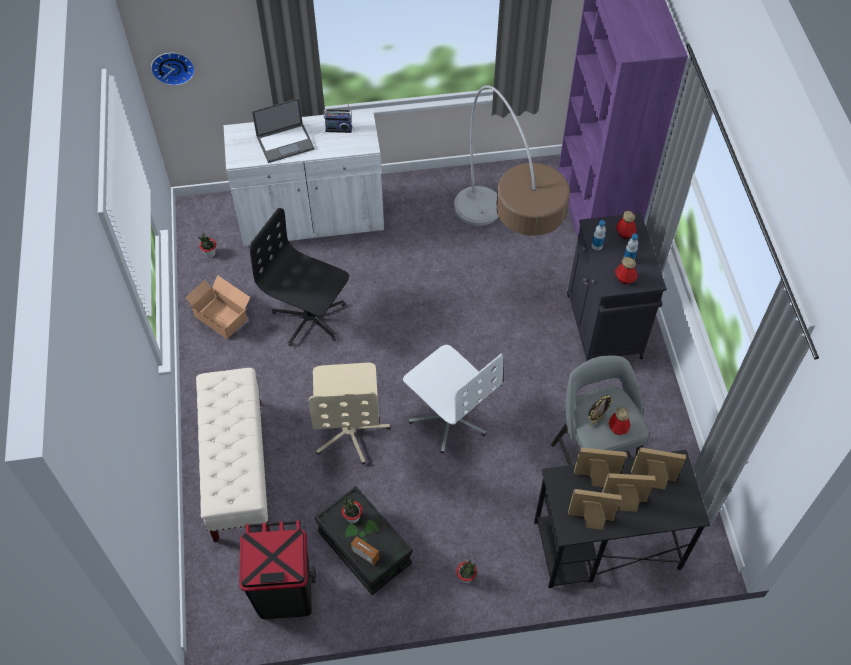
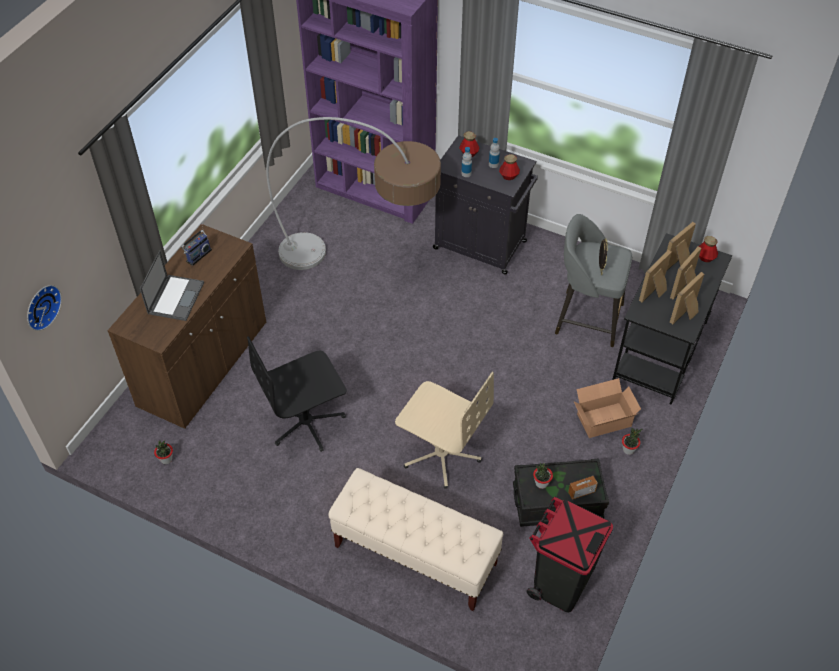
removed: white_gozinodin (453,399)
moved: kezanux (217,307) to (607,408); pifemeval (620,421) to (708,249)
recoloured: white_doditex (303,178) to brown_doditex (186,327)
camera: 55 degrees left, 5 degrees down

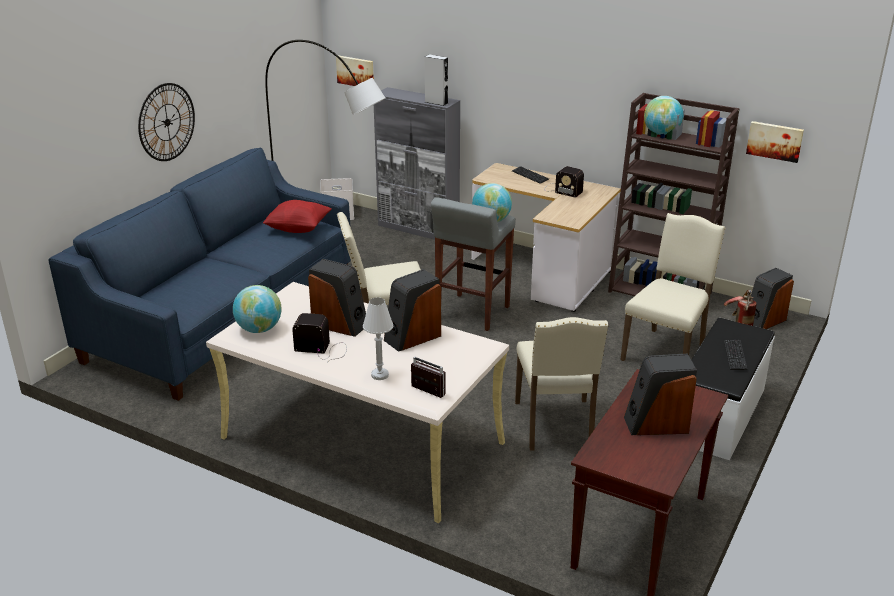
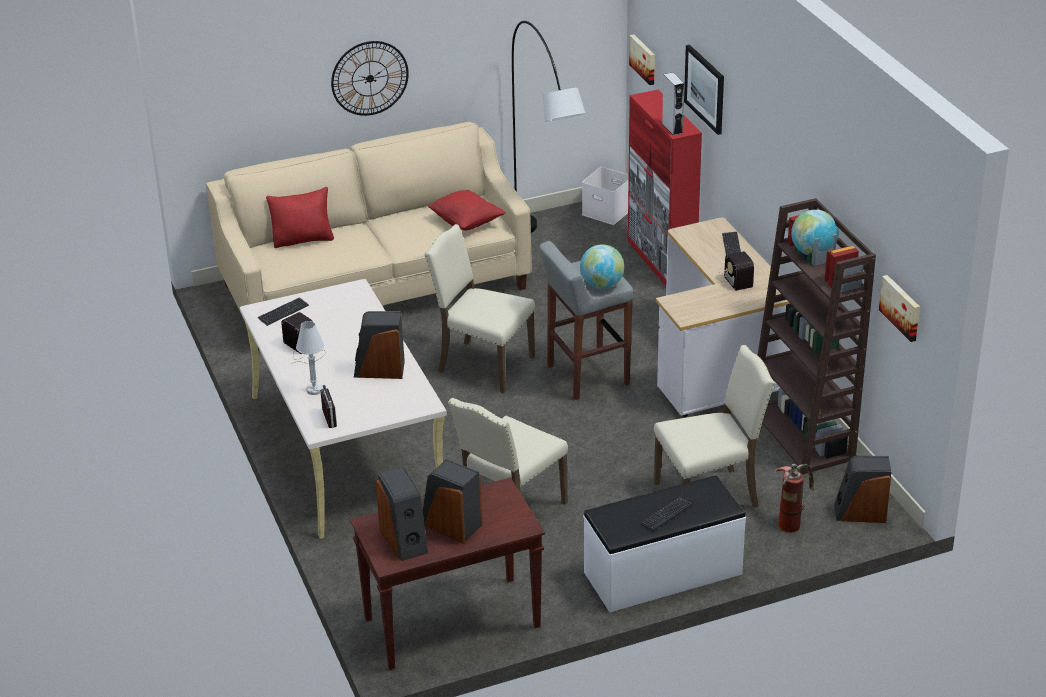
added: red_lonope (300,217); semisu (704,90)
moved: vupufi (337,298) to (402,514)
replaced: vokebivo (257,309) to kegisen (283,311)
recoloured: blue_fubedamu (199,274) to beige_fubedamu (369,236); grey_doditex (417,163) to red_doditex (665,188)
camera: 40 degrees right, 5 degrees up

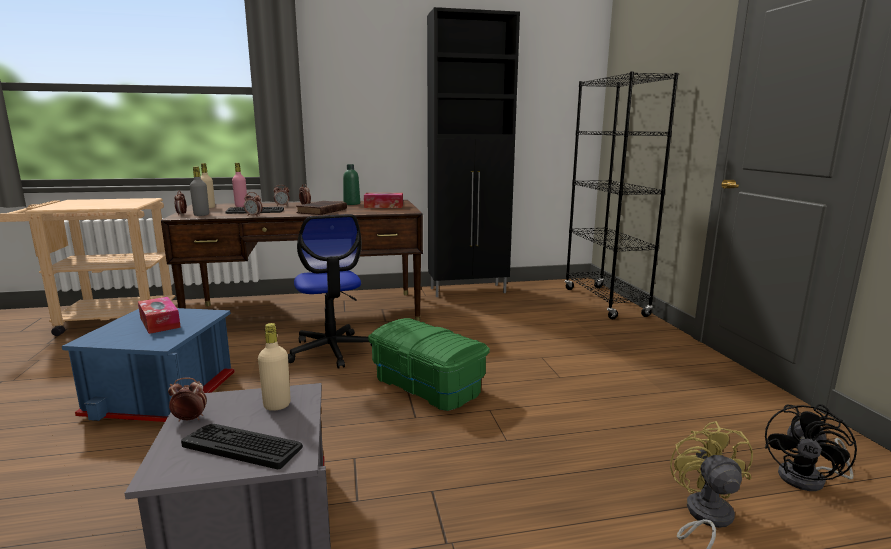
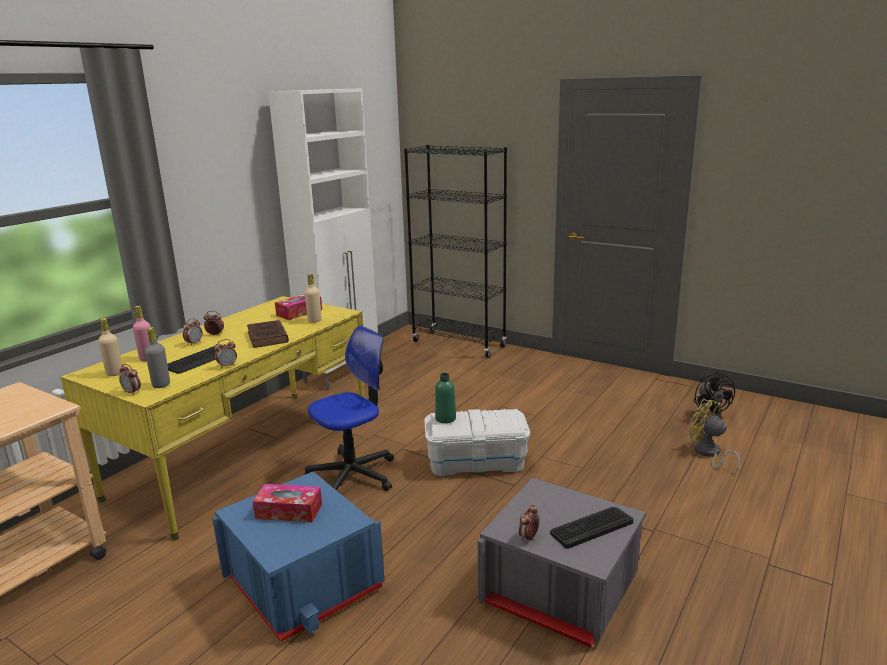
moved: beige_pifemeval (274,367) to (313,298); green_pifemeval (351,184) to (445,398)
recoloured: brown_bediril (292,260) to yellow_bediril (212,418); black_doditex (473,152) to white_doditex (323,239); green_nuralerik (429,364) to white_nuralerik (477,442)
turned: gozinodin (330,291) = (349,408) 60 degrees counterclockwise
camera: 45 degrees left, 5 degrees up

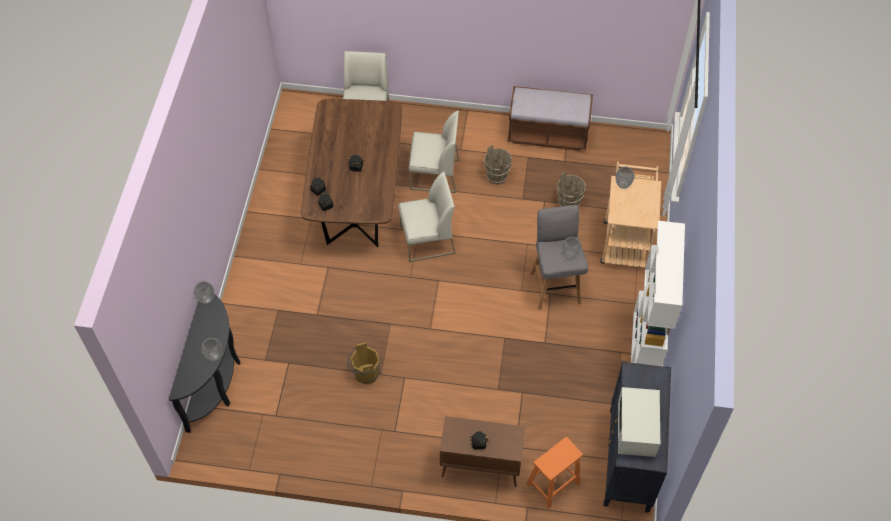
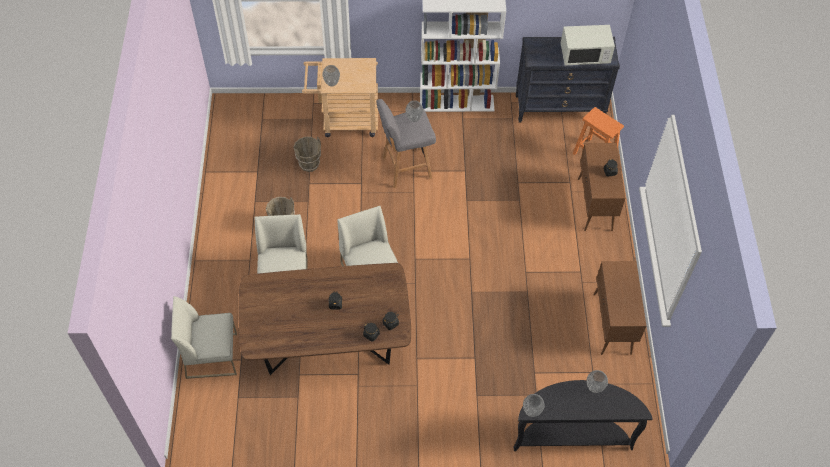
removed: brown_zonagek (364,363); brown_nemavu (550,118)
added: brown_doditex (619,308)
camera: 100 degrees left, 0 degrees up

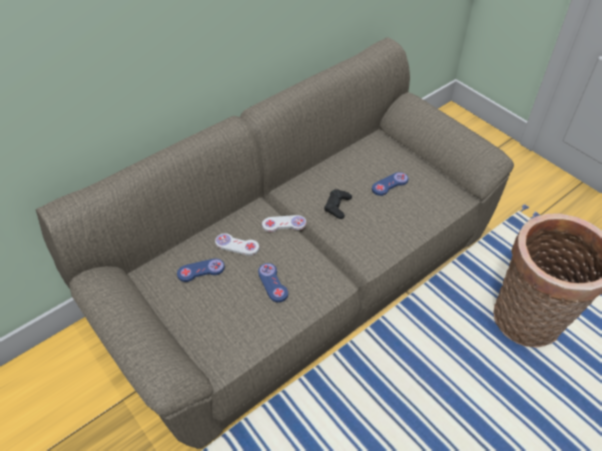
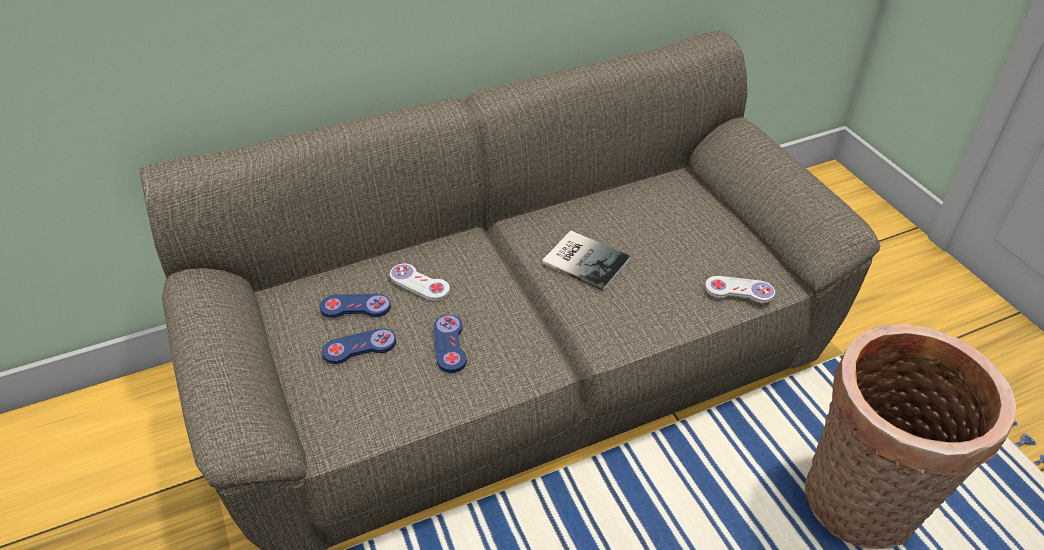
moved: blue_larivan (390,184) to (359,346); white_larivan (284,223) to (740,289)
replaced: black_larivan (338,204) to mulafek (586,260)
camera: 15 degrees right, 5 degrees down

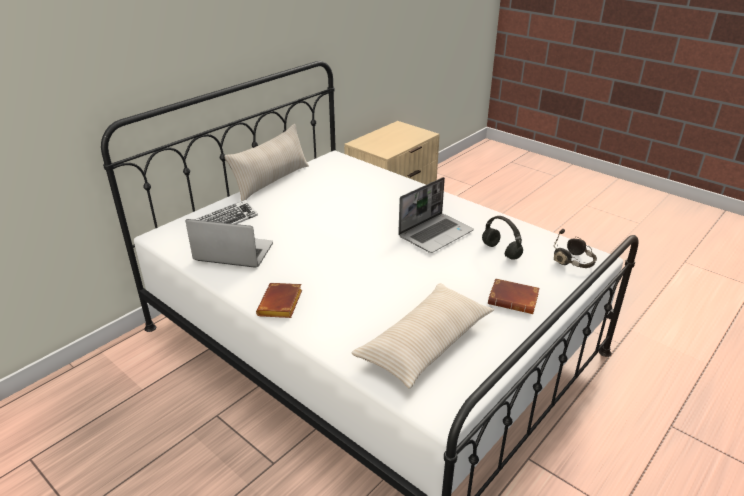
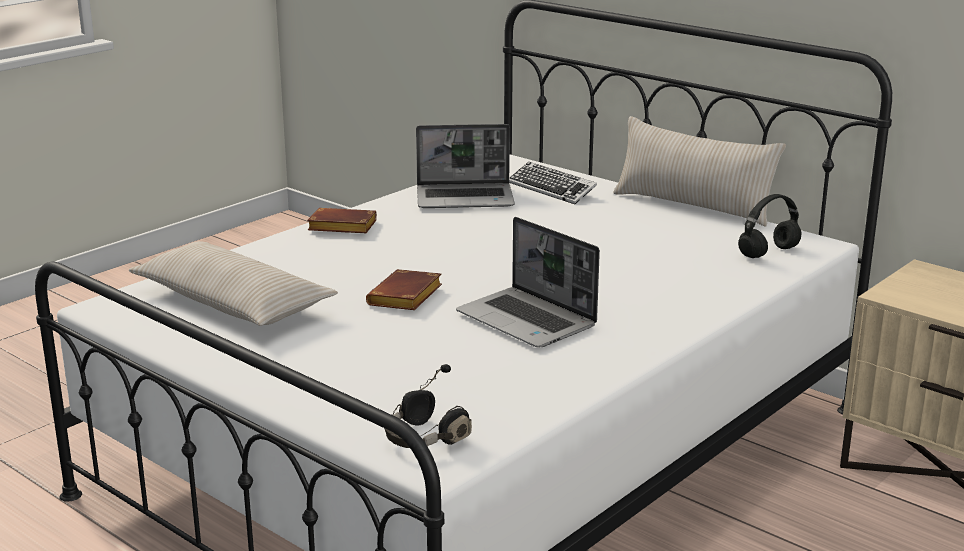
moved: brown_mulafek (514,296) to (404,289); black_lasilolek (502,237) to (769,226)
turned: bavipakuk (229,243) = (465,166) 75 degrees clockwise
camera: 90 degrees right, 10 degrees down

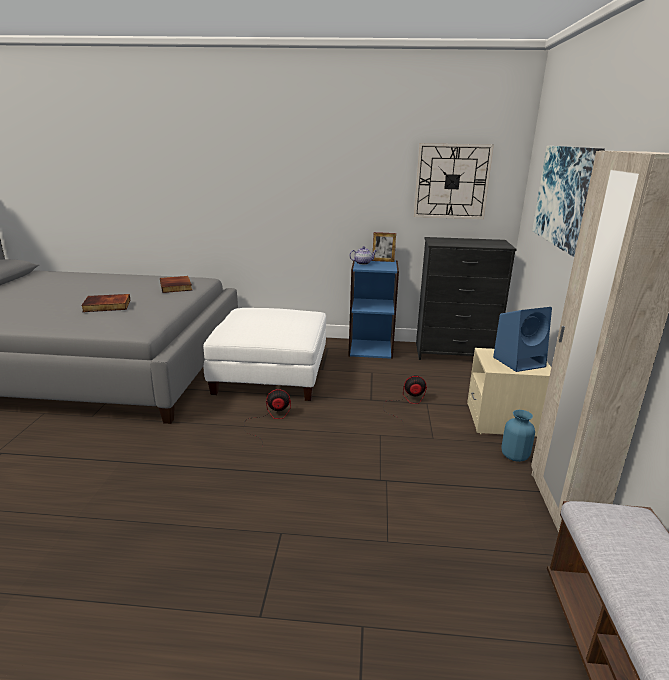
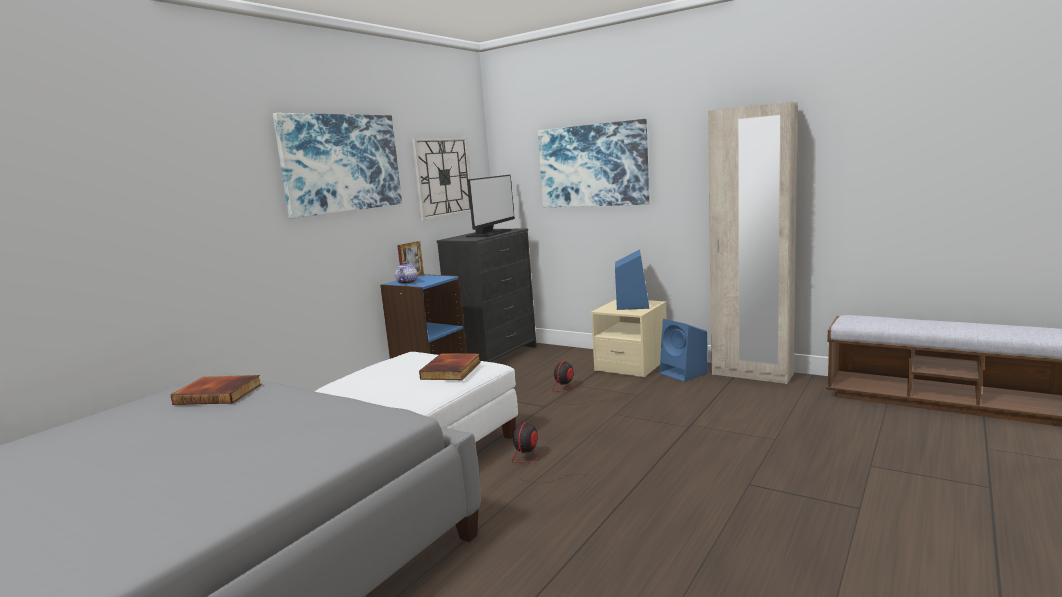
added: semisu (337,165); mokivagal (490,206)
moved: mulafek (105,303) to (450,366)
replaced: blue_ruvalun (518,436) to blue_vupufi (684,350)
camera: 60 degrees left, 10 degrees down

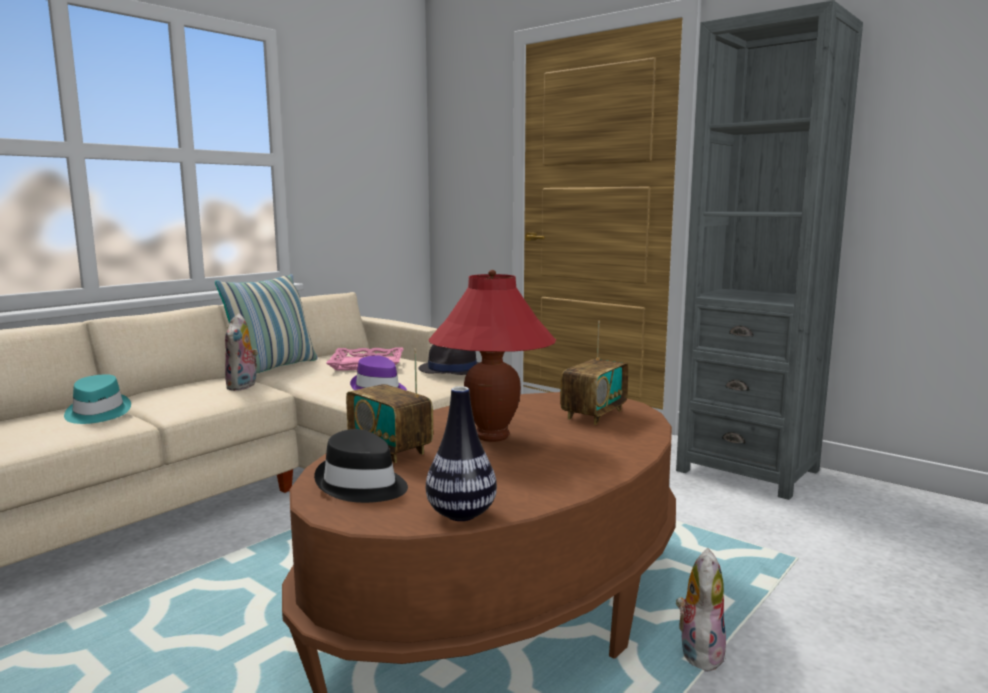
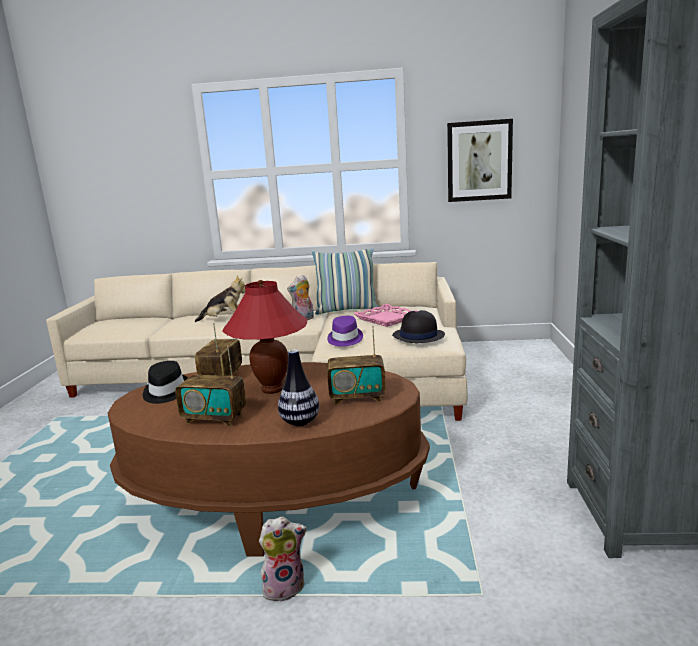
added: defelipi (210,386); semisu (480,160)
moved: ruvalun (461,453) to (298,387)
replaced: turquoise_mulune (97,399) to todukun (220,298)
camera: 55 degrees right, 5 degrees up

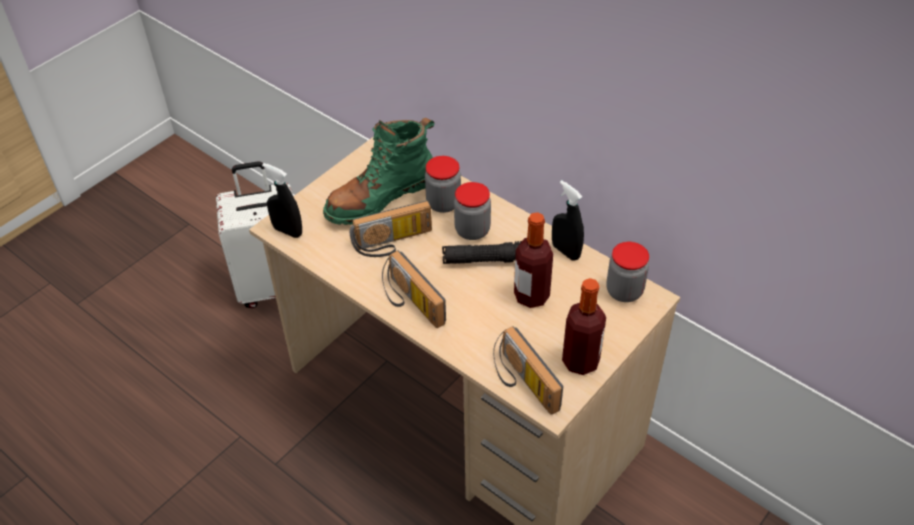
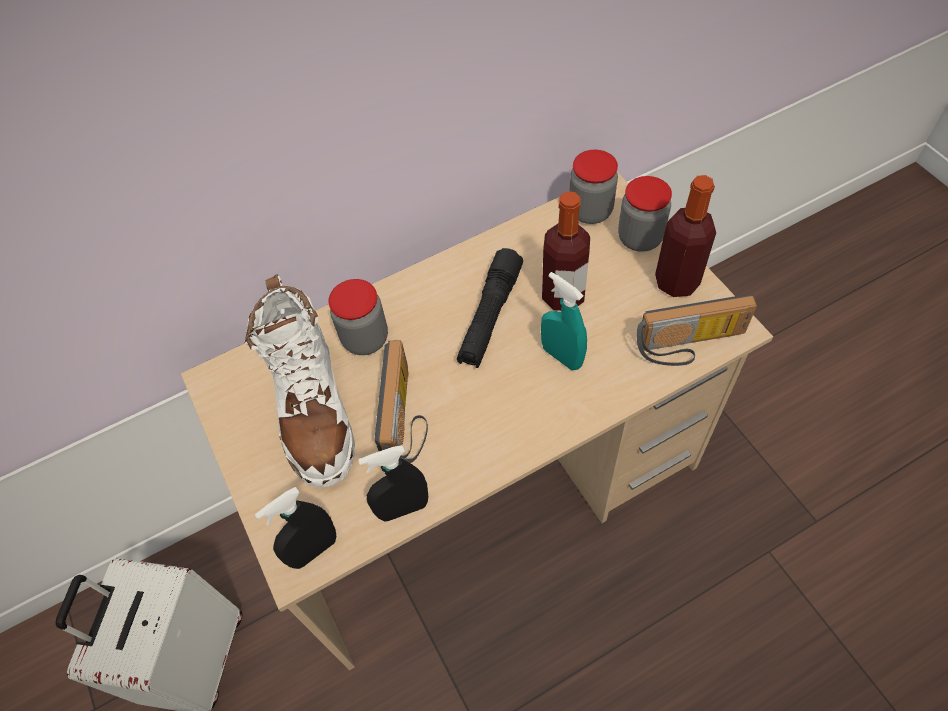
removed: defelipi (414,289)
added: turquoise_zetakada (564,321)
moved: black_zetakada (568,220) to (393,483); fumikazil (472,211) to (645,214)
recoloured: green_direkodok (379,171) to white_direkodok (300,380)
camera: 65 degrees left, 10 degrees up

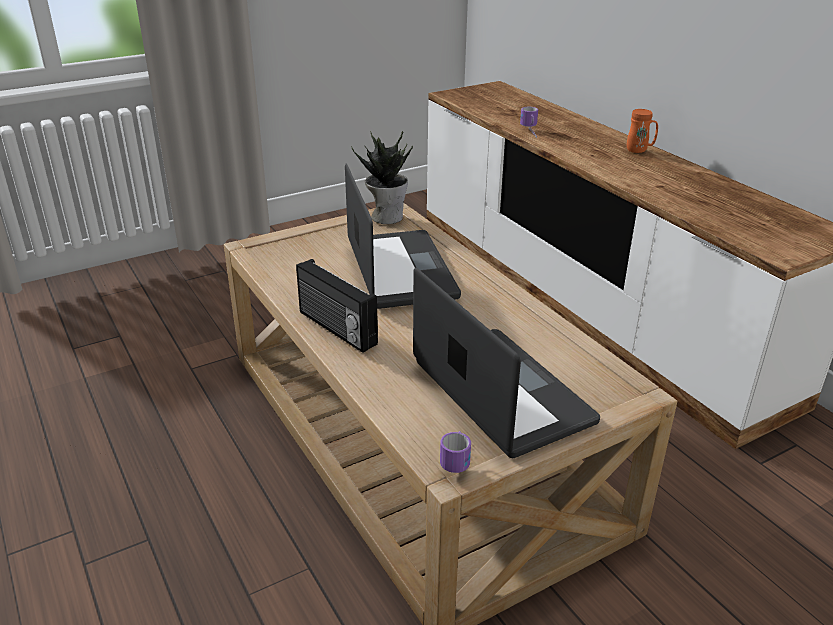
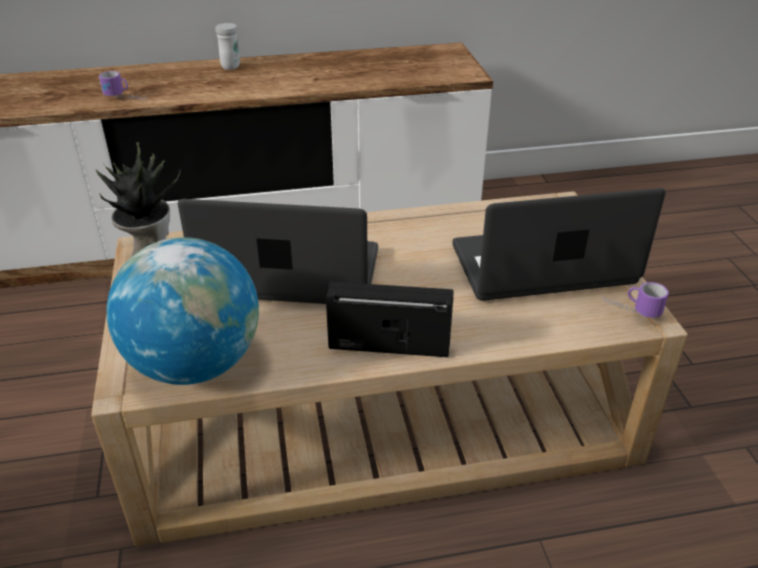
added: vokebivo (183,311)
recoloured: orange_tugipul (642,131) to white_tugipul (228,46)
turned: defelipi (337,306) = (389,319) 150 degrees counterclockwise
camera: 70 degrees left, 5 degrees up

